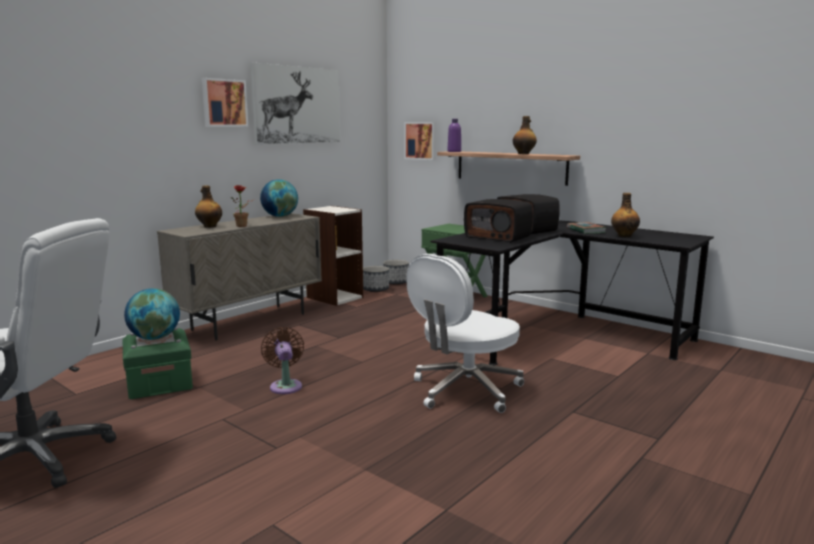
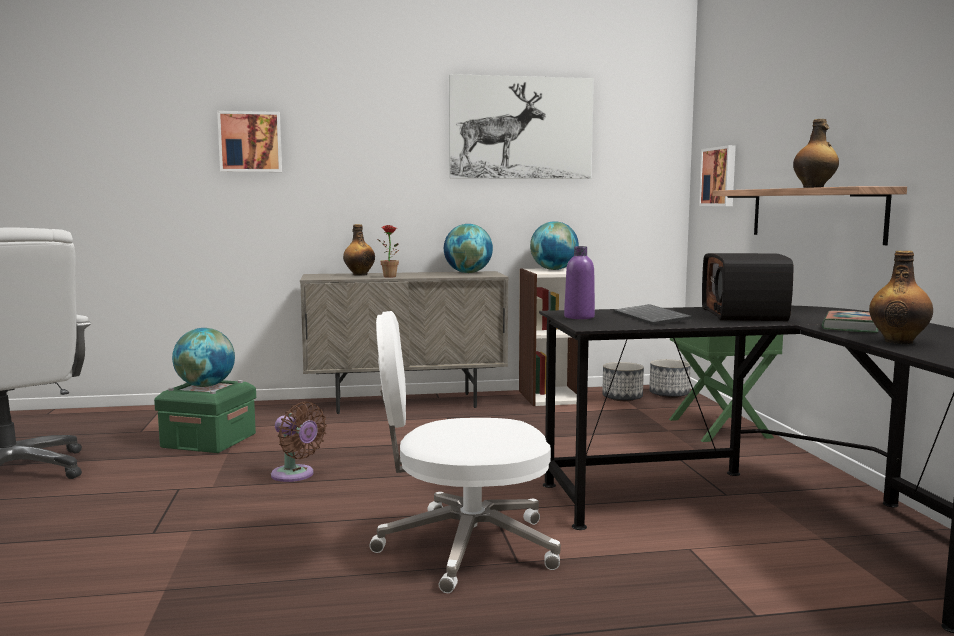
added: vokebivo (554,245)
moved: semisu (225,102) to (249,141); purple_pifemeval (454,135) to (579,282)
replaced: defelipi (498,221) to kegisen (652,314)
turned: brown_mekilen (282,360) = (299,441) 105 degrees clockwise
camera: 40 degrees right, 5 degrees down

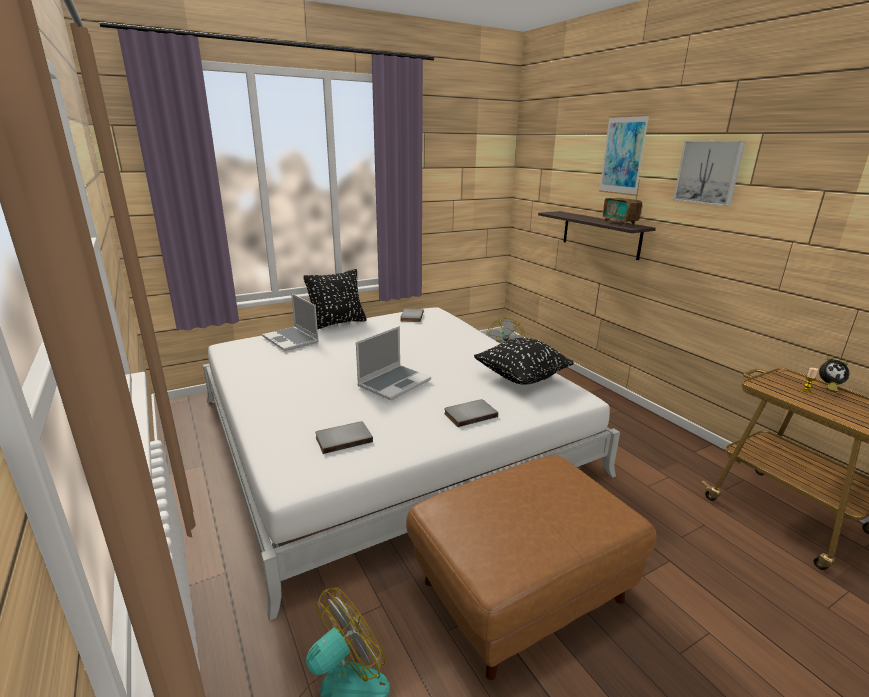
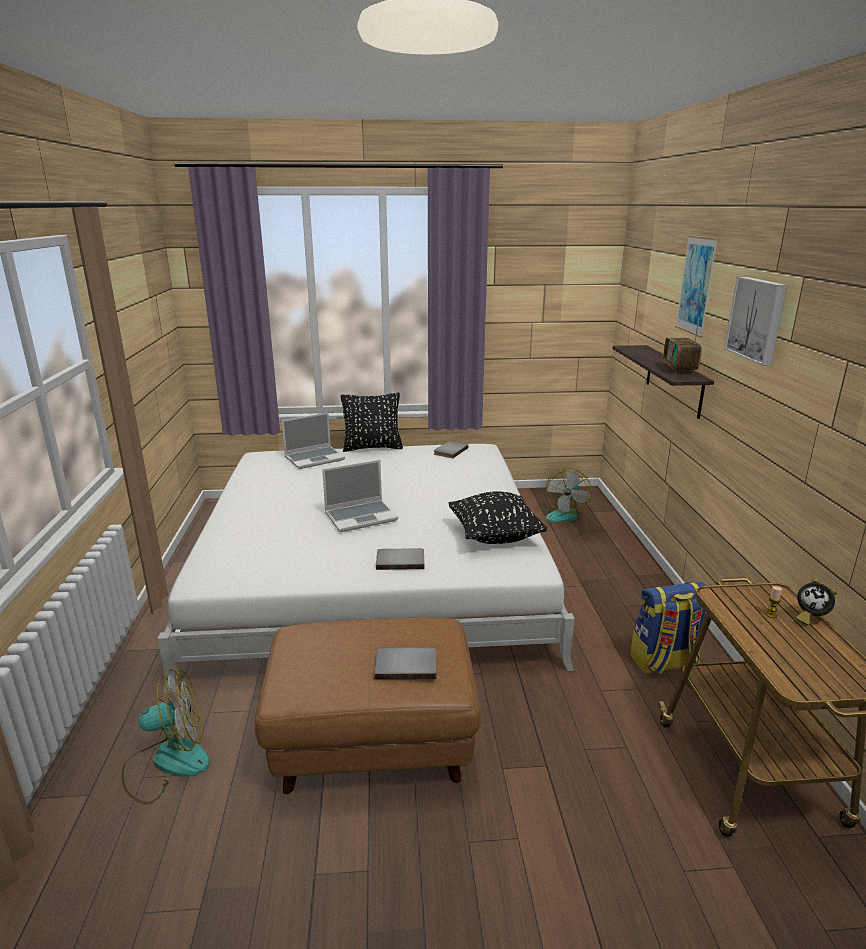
added: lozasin (668,628)
moved: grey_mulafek (344,437) to (405,663)
turned: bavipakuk (290,322) = (313,441) 105 degrees counterclockwise
camera: 25 degrees right, 0 degrees up

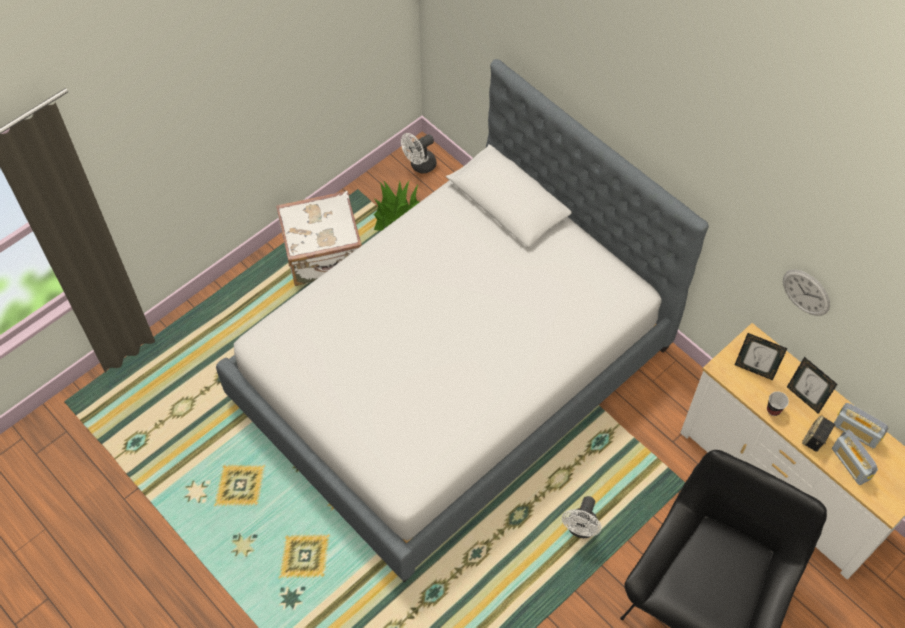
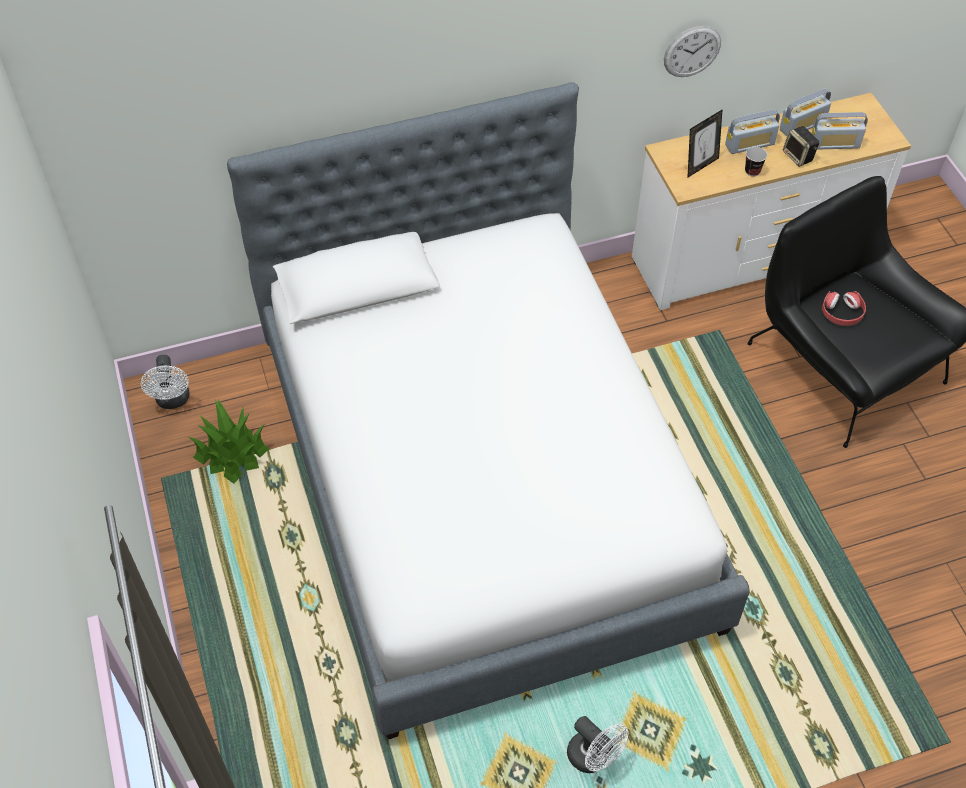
removed: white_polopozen (319,238)
added: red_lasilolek (844,308)
moved: white_mekilen (582,517) to (597,744)
replaced: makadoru (812,385) to defelipi (752,132)
camera: 65 degrees left, 5 degrees down

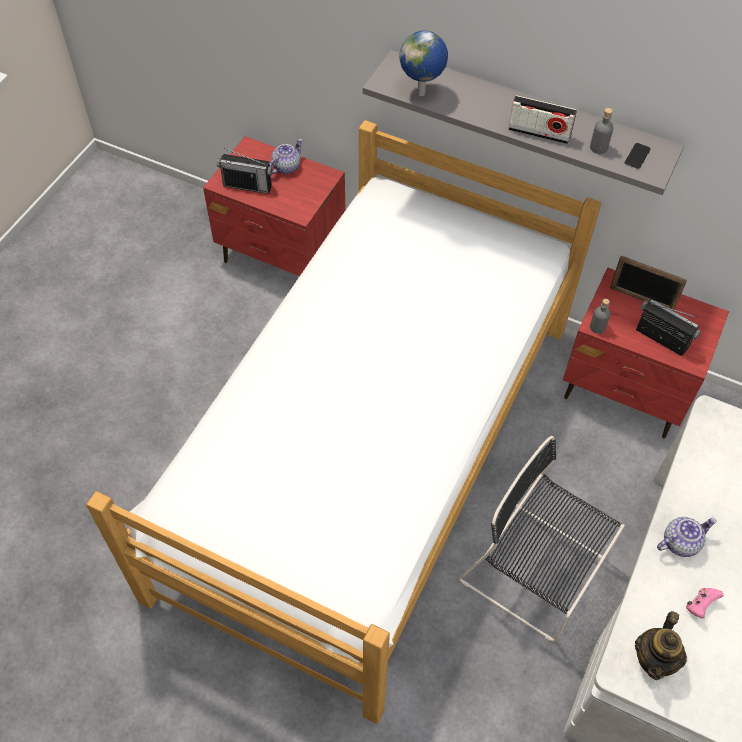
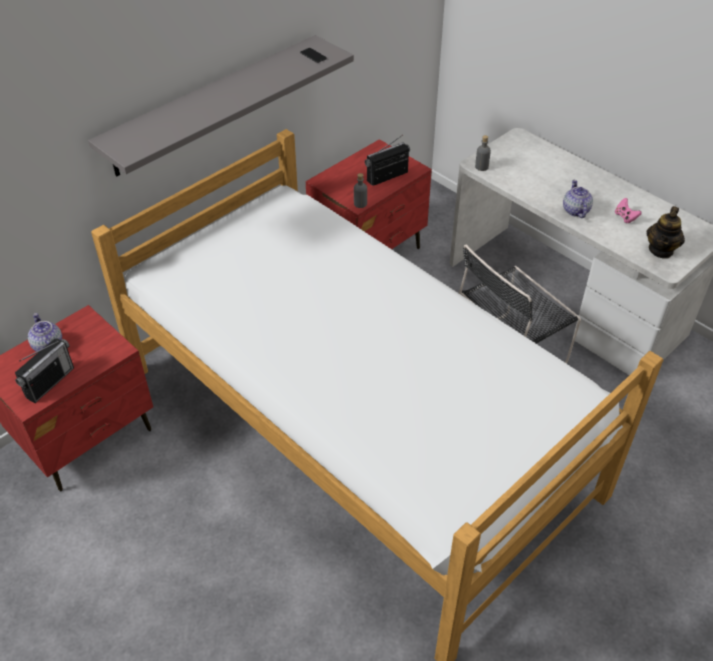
removed: vokebivo (423,63); defelipi (542,119); makadoru (648,283)
moved: grey_pifemeval (601,131) to (483,153)
turned: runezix (661,645) = (665,232) 75 degrees clockwise
camera: 70 degrees left, 10 degrees down

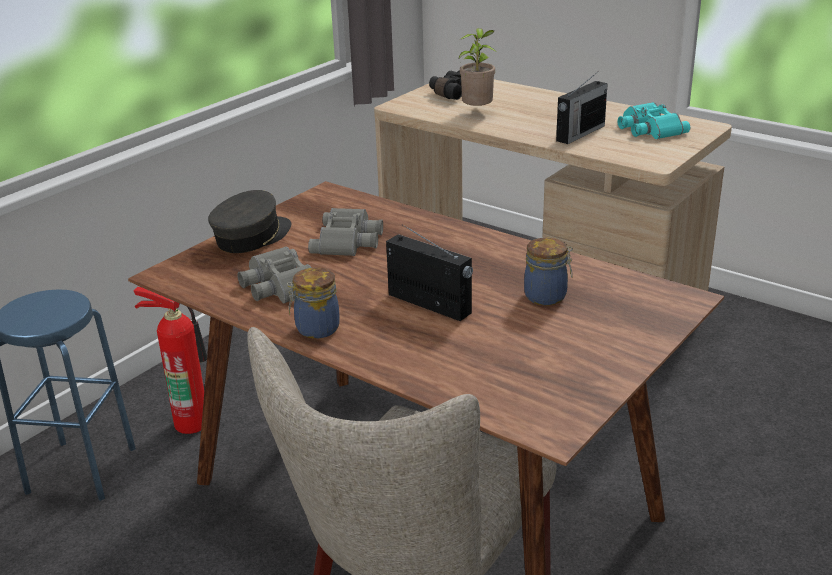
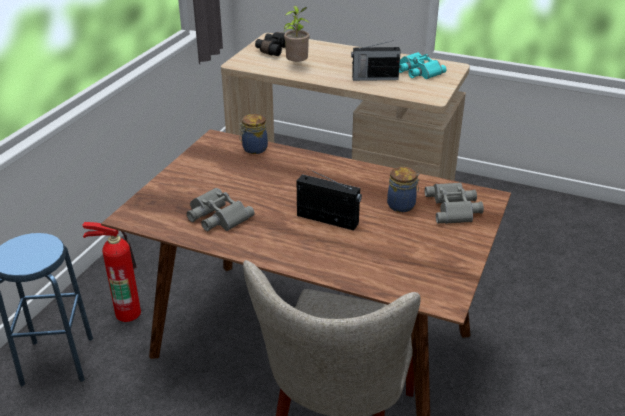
removed: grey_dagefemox (249,221)
moved: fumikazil (313,303) to (253,134); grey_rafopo (345,232) to (454,203)
turned: defelipi (582,109) = (376,60) 60 degrees clockwise
camera: 15 degrees left, 5 degrees up

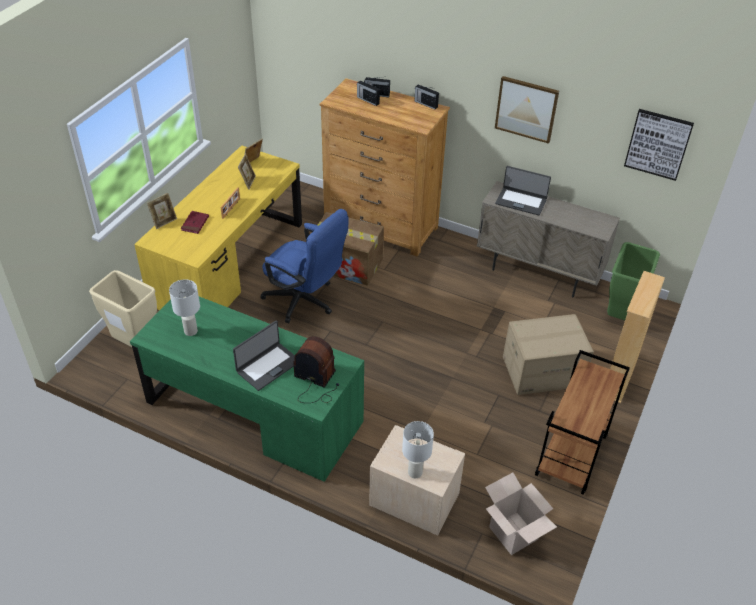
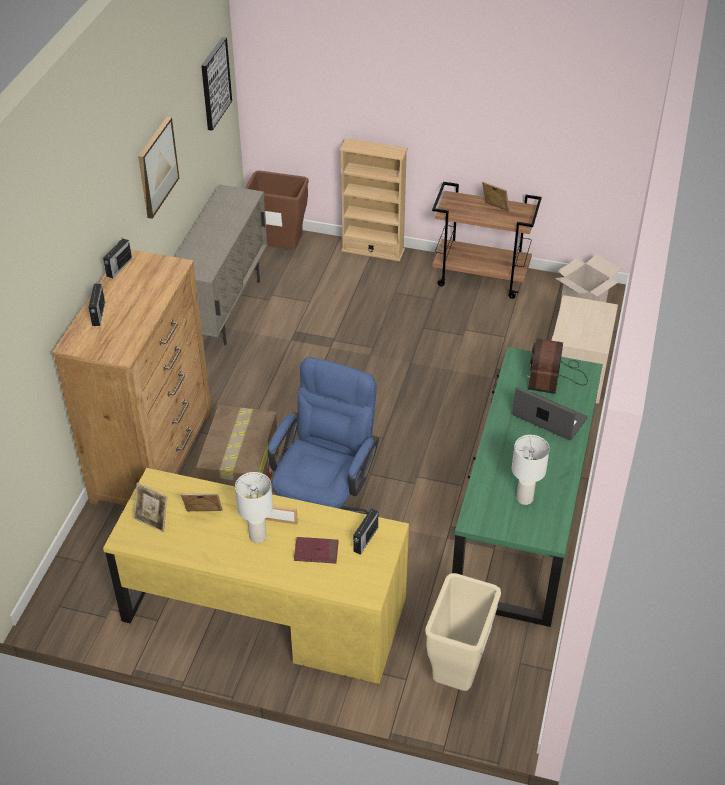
removed: bavipakuk (523,190); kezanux (548,354)
moved: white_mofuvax (418,449) to (254,507); defelipi (368,93) to (365,532); makadoru (162,211) to (495,196)
recoloured: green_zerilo (633,281) to brown_zerilo (277,210)
camera: 100 degrees left, 0 degrees up

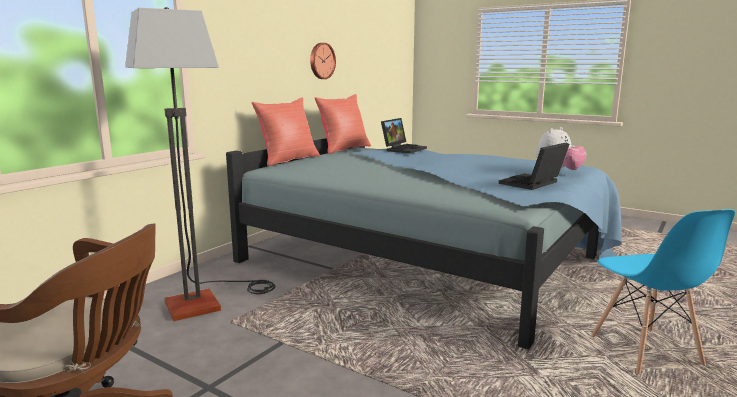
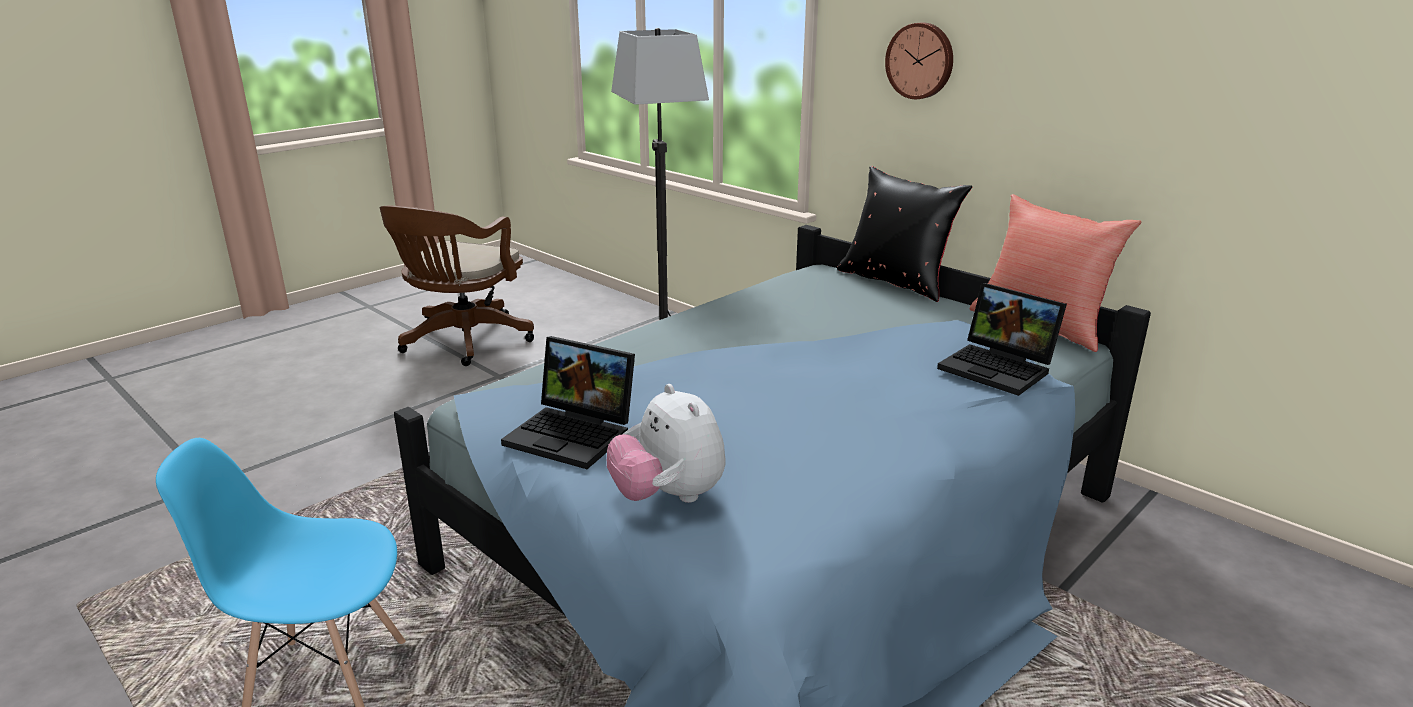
moved: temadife (323,61) to (919,60)
recoloured: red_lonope (286,132) to black_lonope (904,234)
turned: bavipakuk (534,166) = (568,402) 150 degrees clockwise
camera: 100 degrees right, 10 degrees up

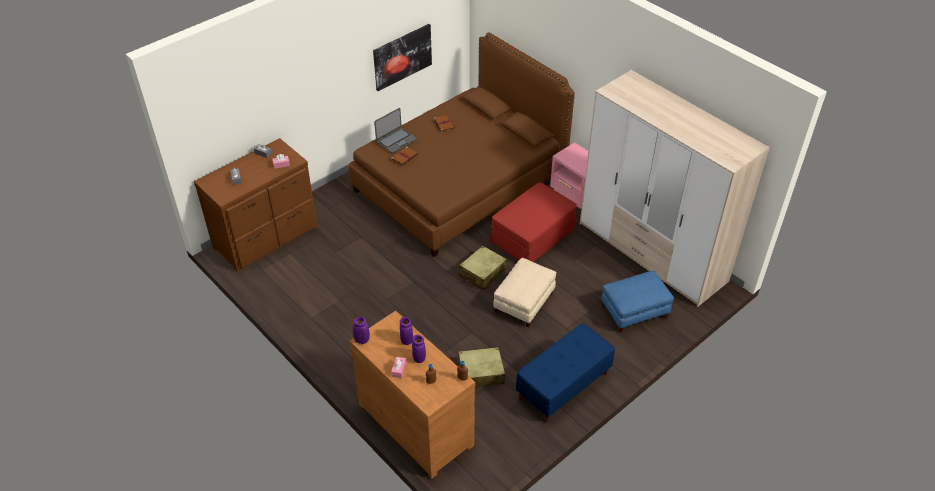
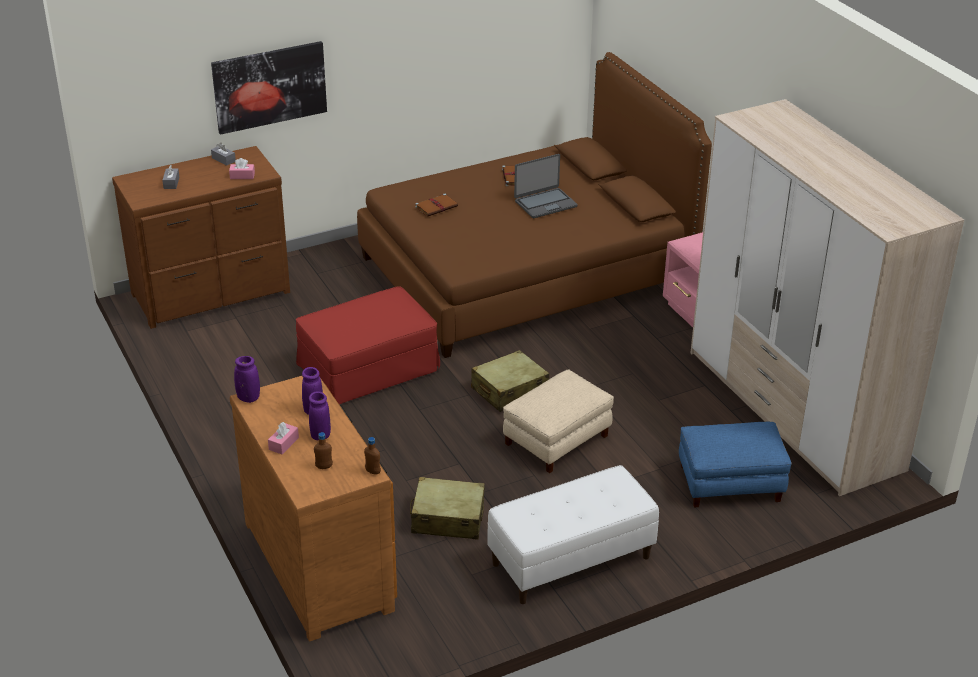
moved: semisu (402,57) to (269,88); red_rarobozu (533,222) to (368,345); bavipakuk (395,131) to (546,186)
recoloured: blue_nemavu (565,373) to white_nemavu (573,534)
camera: 15 degrees right, 10 degrees down

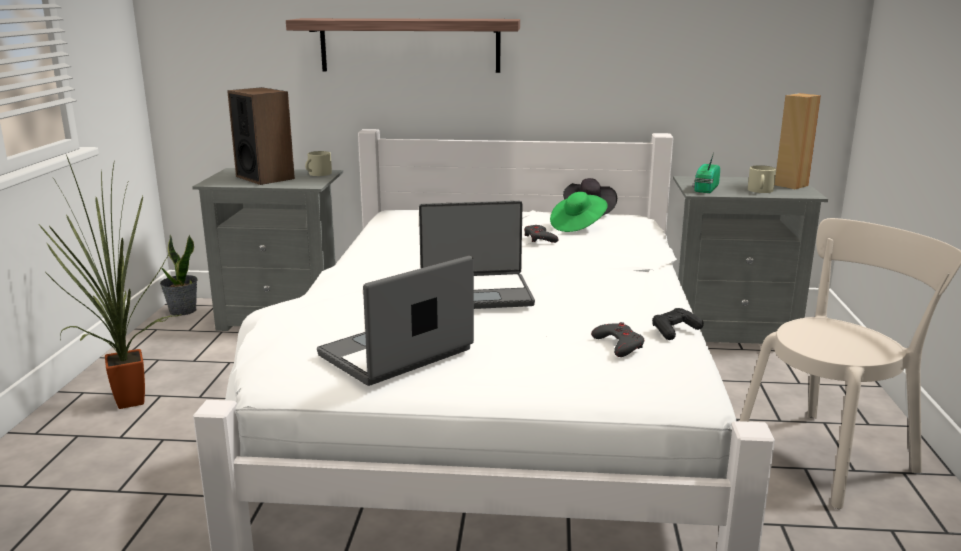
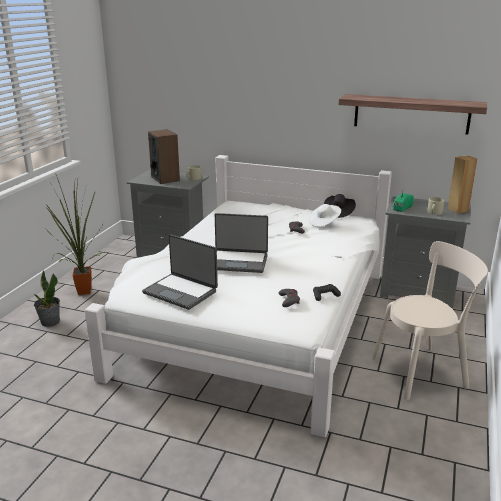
moved: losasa (179,275) to (47,298); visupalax (403,45) to (413,114)
recoloured: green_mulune (579,212) to white_mulune (325,215)
turned: bavipakuk (395,321) = (180,272) 120 degrees counterclockwise
camera: 15 degrees right, 5 degrees up

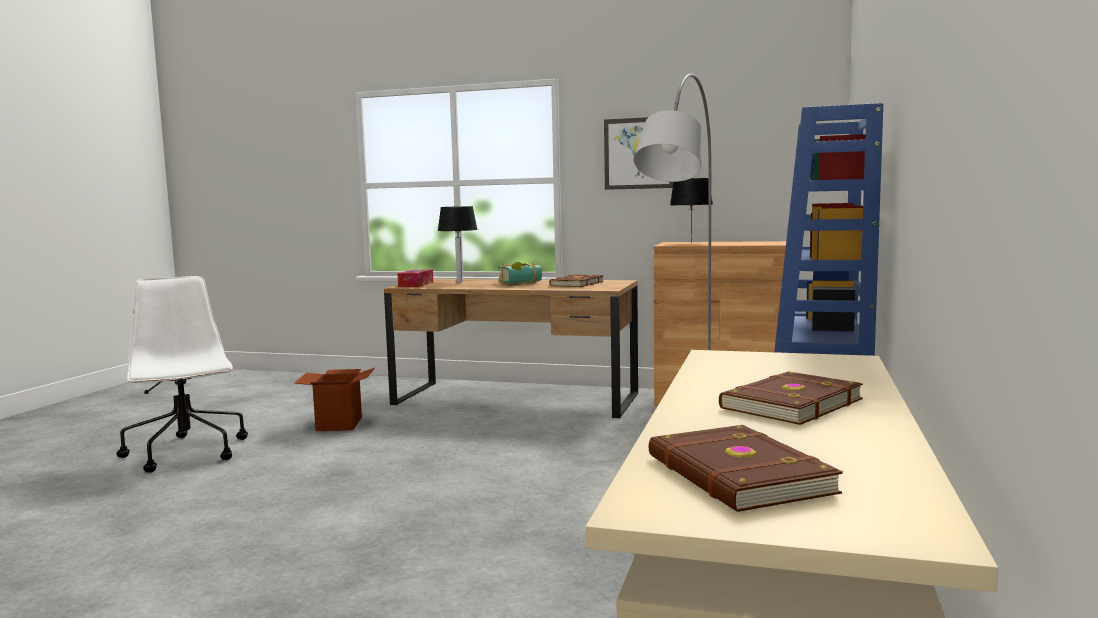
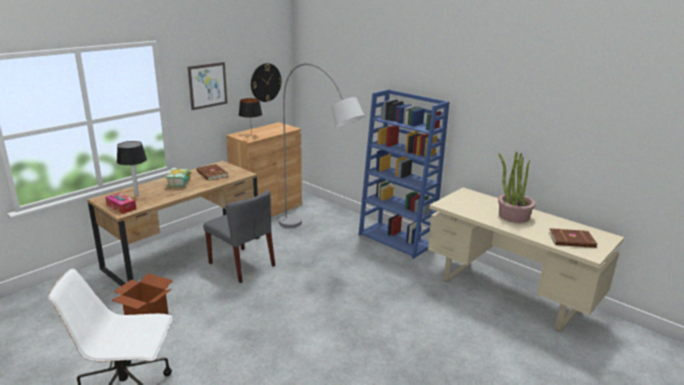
added: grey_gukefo (239,236); temadife (266,82)
replaced: brown_mulafek (791,398) to losasa (517,187)
camera: 65 degrees left, 15 degrees up

